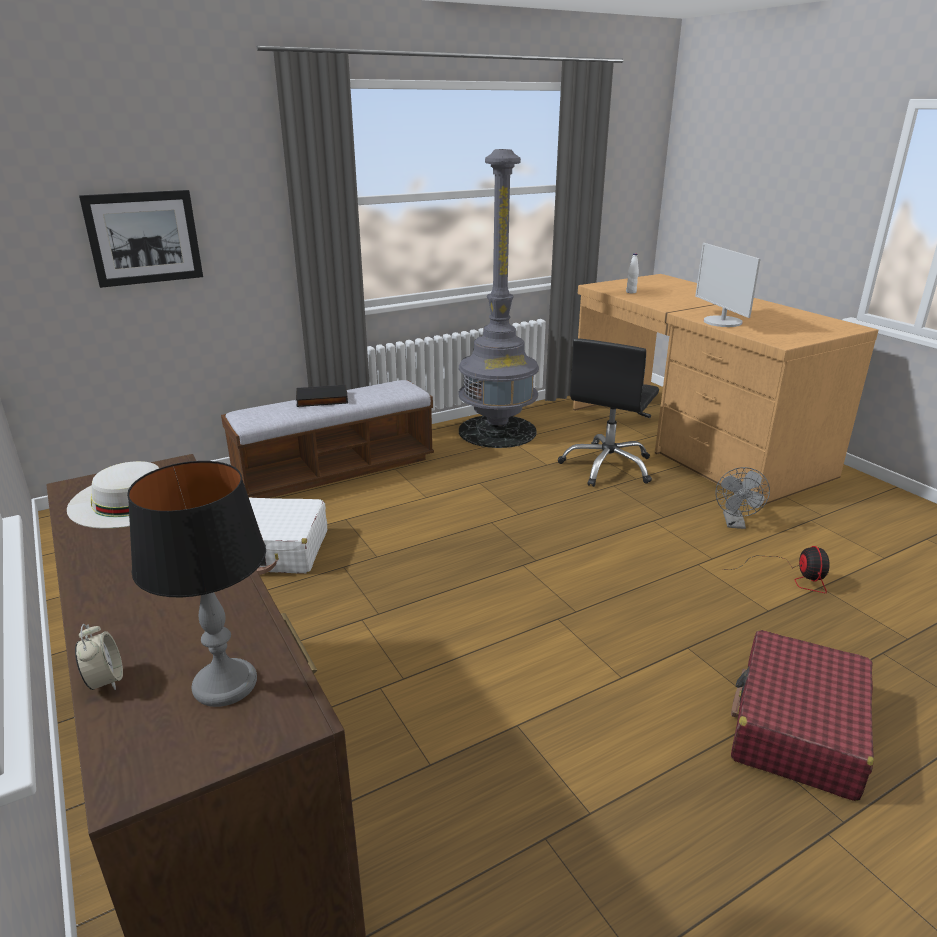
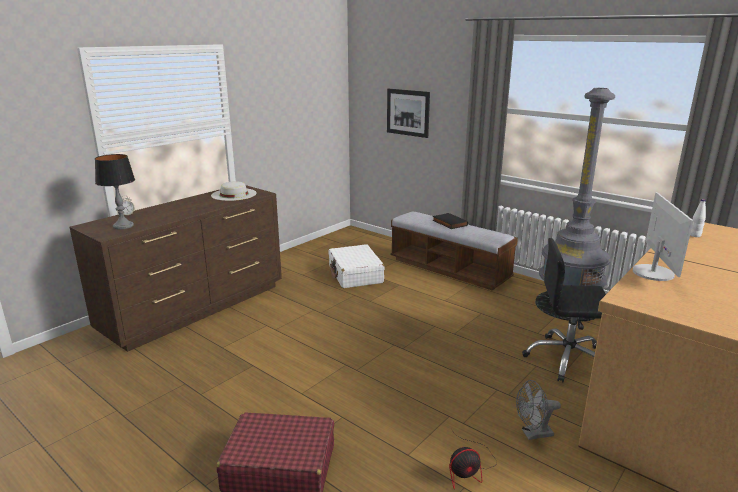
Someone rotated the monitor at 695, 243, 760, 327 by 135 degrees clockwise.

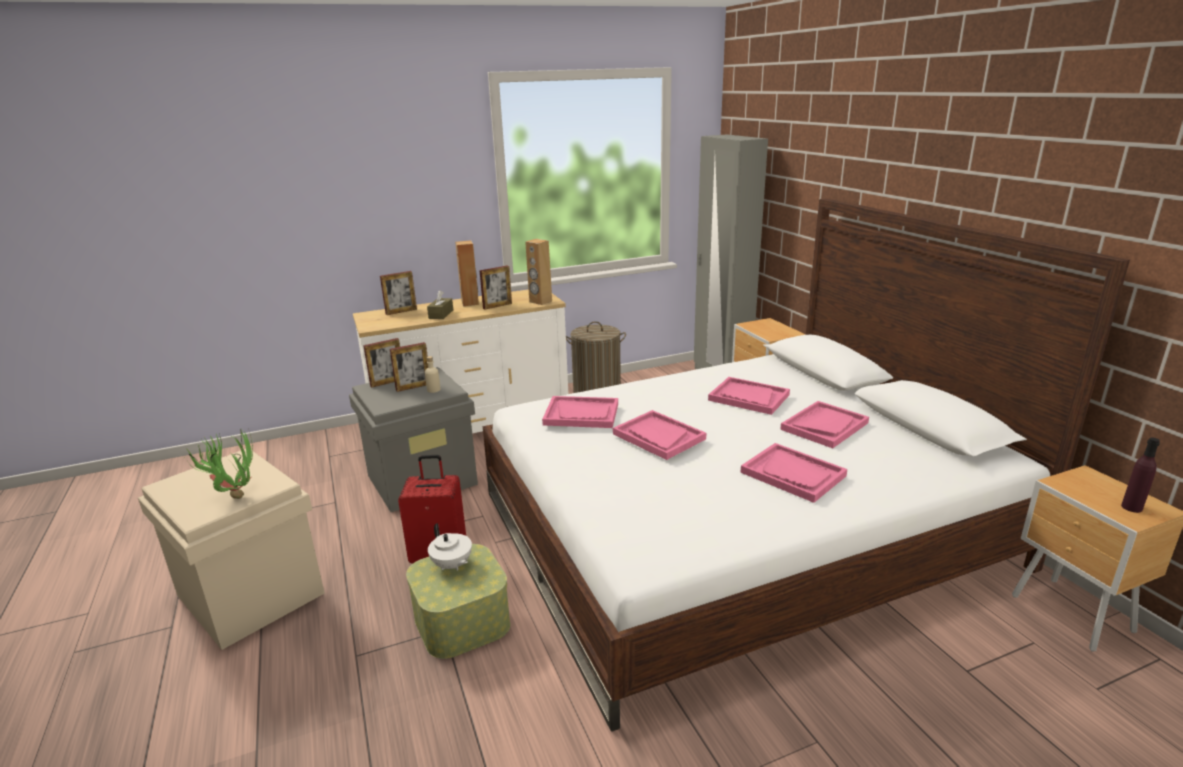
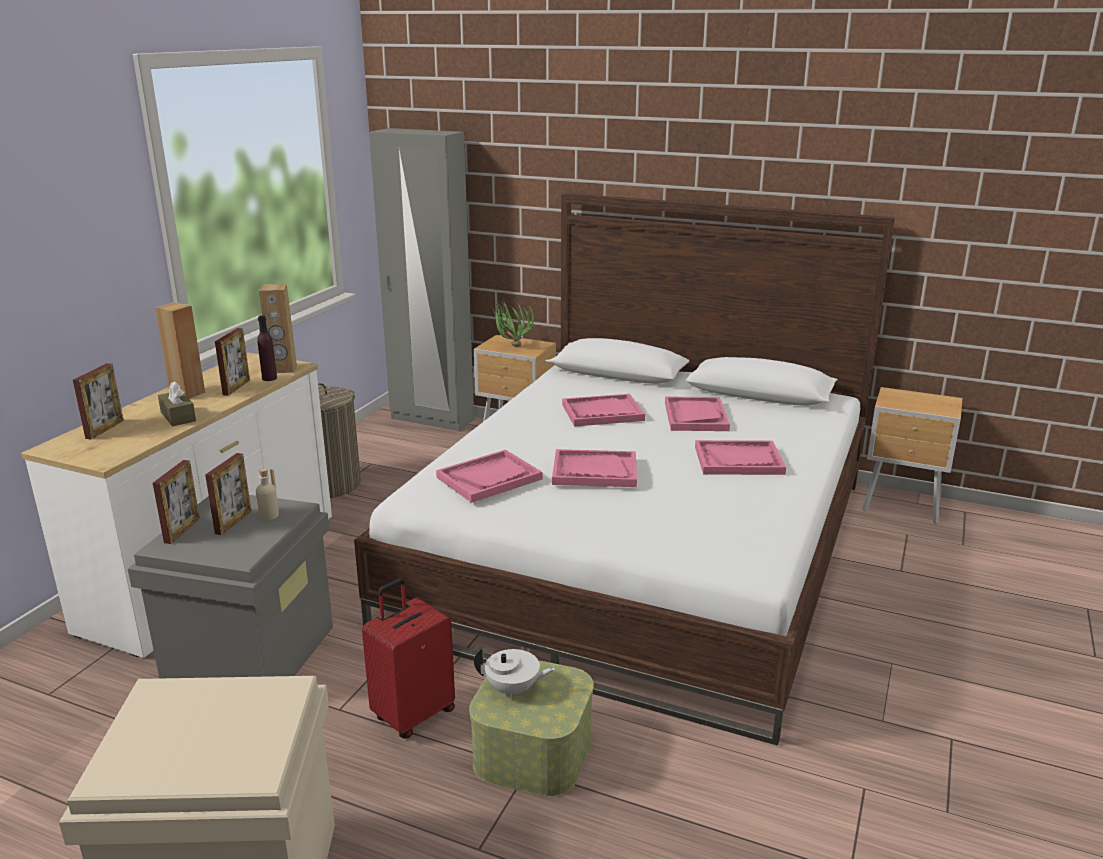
Someone carried the potted_plant from 183, 429, 253, 499 to 491, 299, 534, 347. Someone carried the purple_bottle from 1121, 437, 1160, 513 to 258, 315, 277, 381.

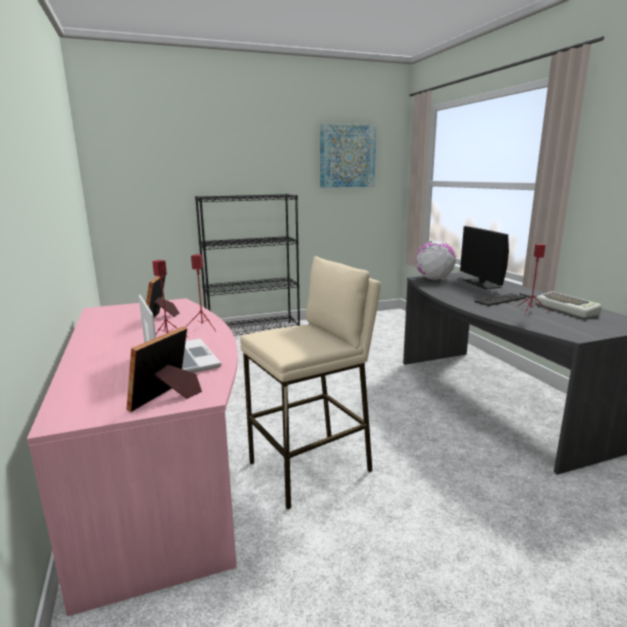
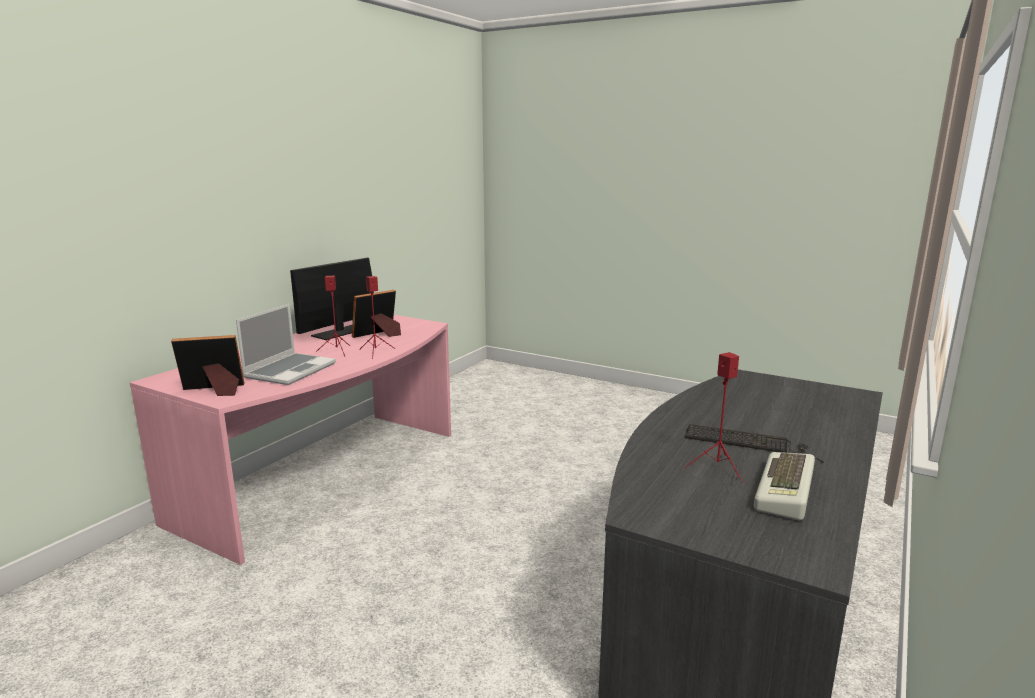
Someone took away the black_bookcase at 195, 194, 300, 336. Someone took away the beige_stool at 240, 256, 381, 510. Someone took away the picture at 320, 124, 376, 188. Someone took away the globe at 416, 241, 456, 280. Someone carried the monitor from 460, 226, 509, 289 to 290, 258, 374, 340.

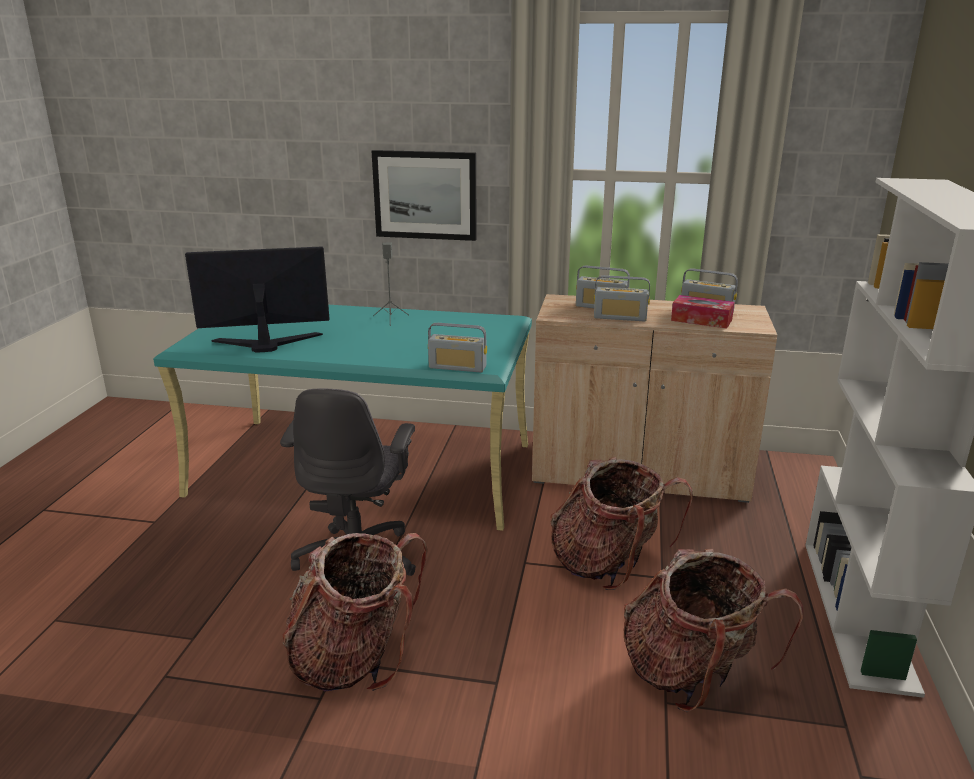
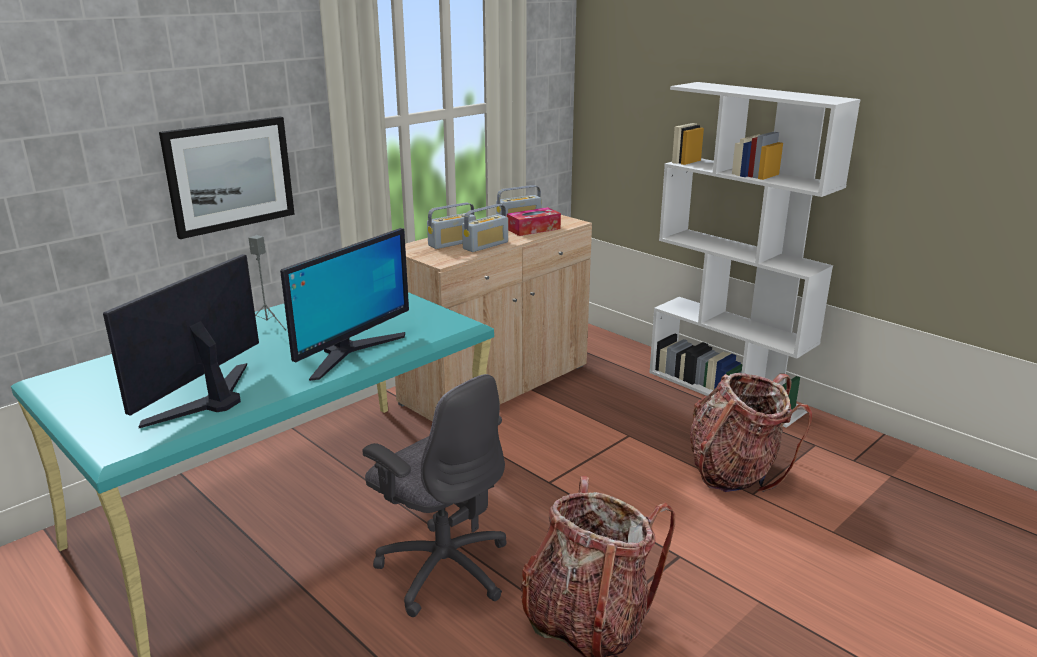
Someone took away the radio at 428, 323, 487, 373. Someone took away the backpack at 551, 457, 693, 590. Someone put down the monitor at 280, 228, 409, 381.

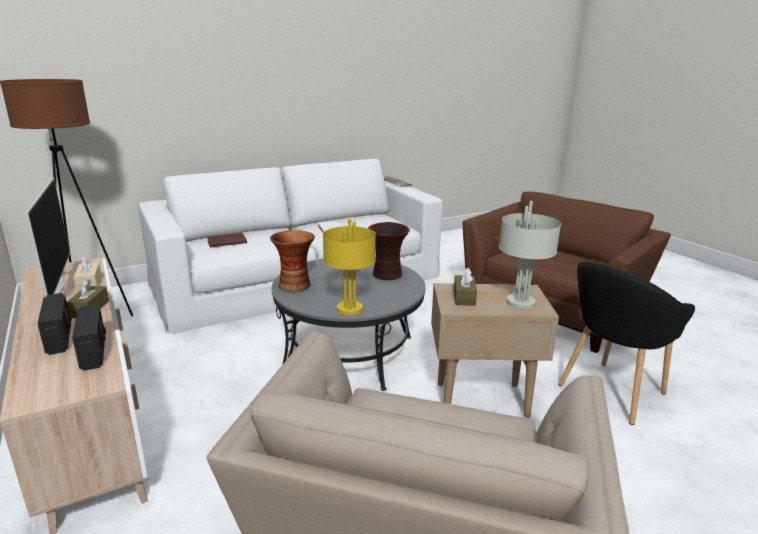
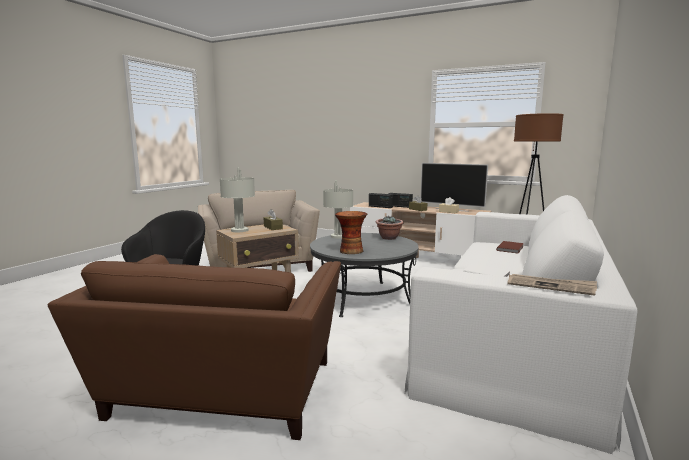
Someone swapped the vase at 270, 230, 315, 292 for the potted_plant at 376, 216, 404, 240. Someone repainted the yellow_table_lamp at 323, 218, 376, 315, which became the grey_table_lamp at 323, 180, 353, 239.

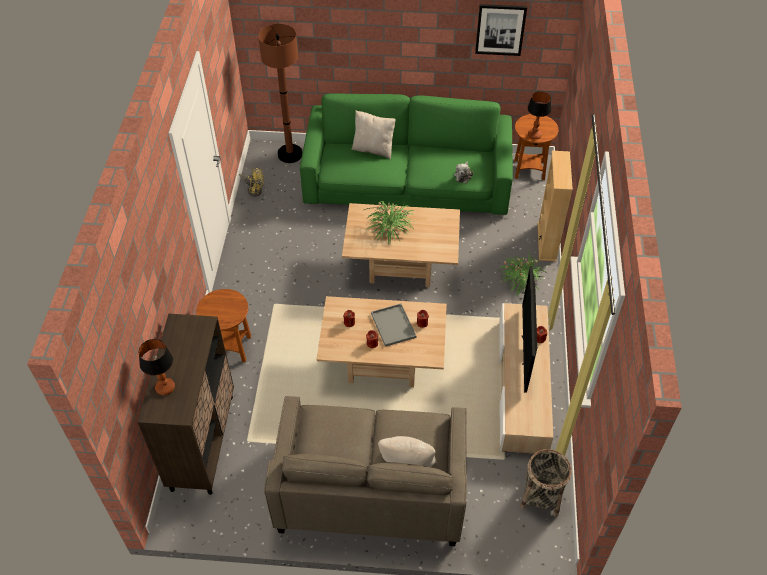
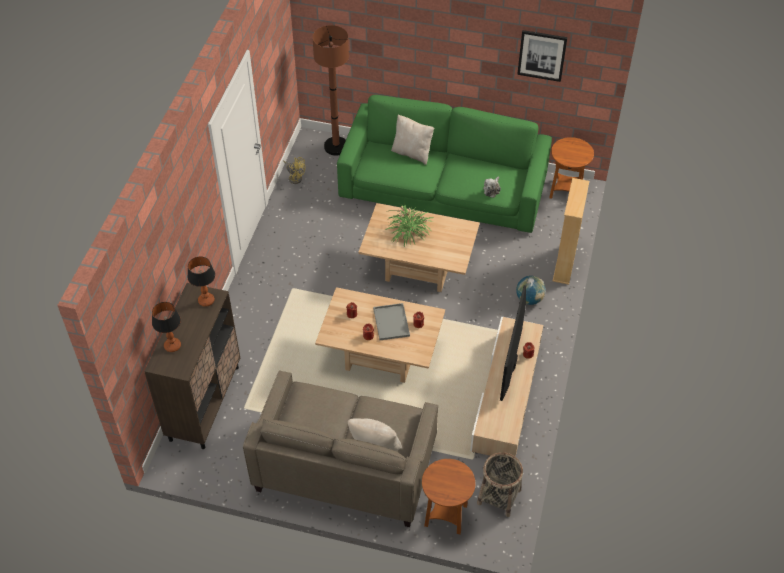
Someone carried the brown_side_table from 197, 289, 251, 362 to 422, 459, 476, 535. Someone carried the table_lamp from 527, 91, 551, 139 to 187, 256, 215, 307. Someone swapped the potted_plant at 496, 253, 547, 296 for the globe at 516, 276, 546, 305.

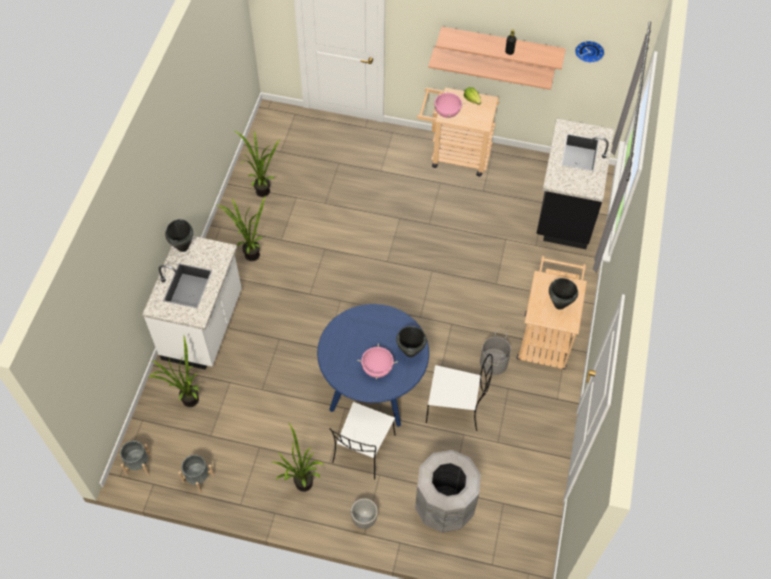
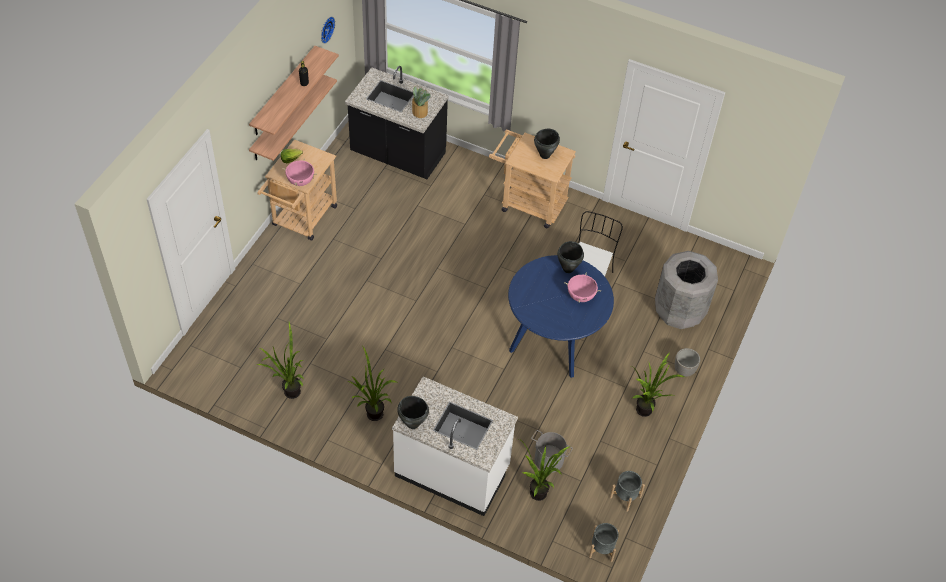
Someone took away the white_chair at 330, 402, 395, 480. Someone put down the potted_plant at 412, 86, 431, 118. Someone carried the grey_bucket from 480, 330, 511, 375 to 531, 430, 573, 473.

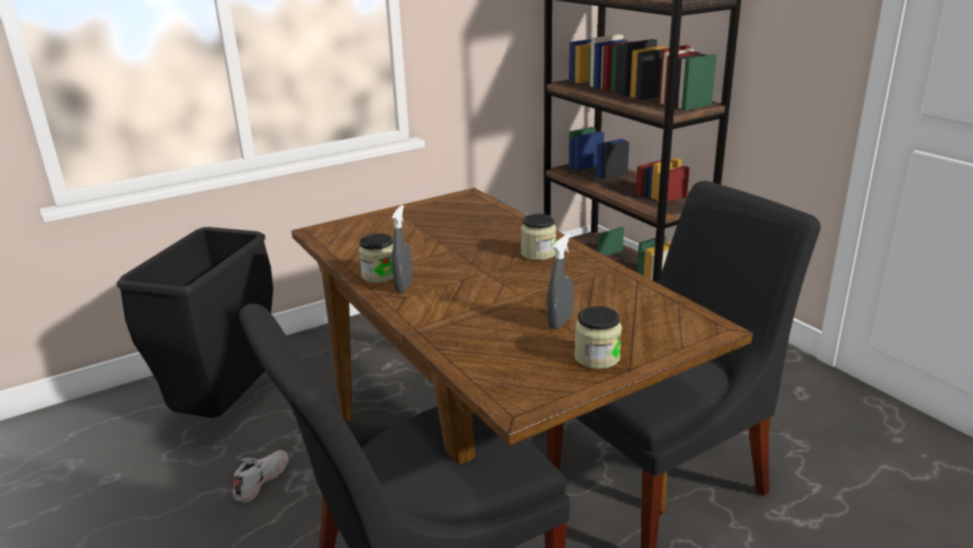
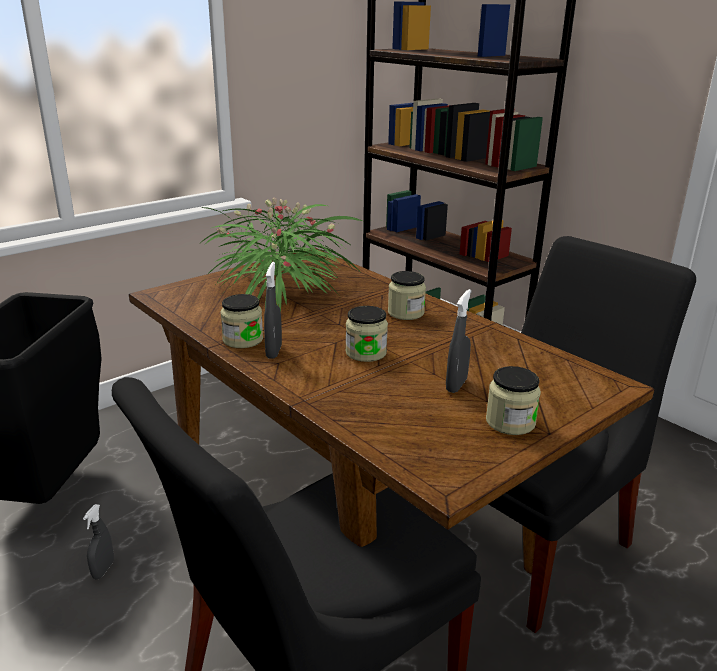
Someone put down the potted_plant at 198, 197, 362, 311. Someone put down the jar at 345, 306, 388, 362. Someone swapped the white_shoe at 232, 450, 288, 502 for the grey_spray_bottle at 83, 504, 114, 579.

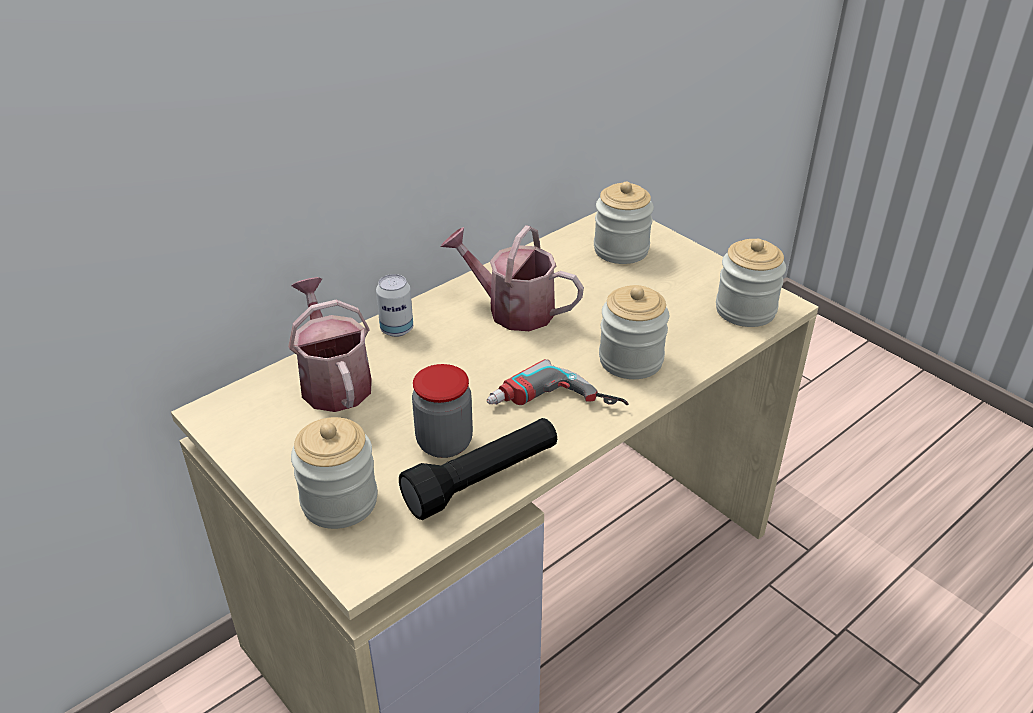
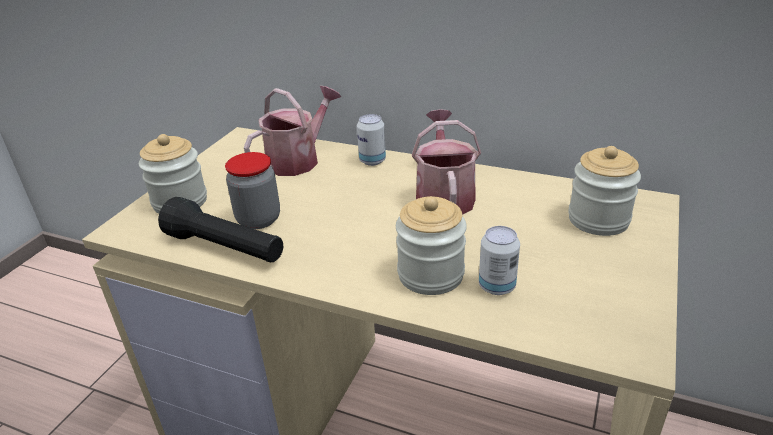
Someone took away the power_drill at 487, 359, 629, 405. Someone took away the jar at 716, 239, 786, 327. Someone put down the can at 479, 226, 520, 295.

